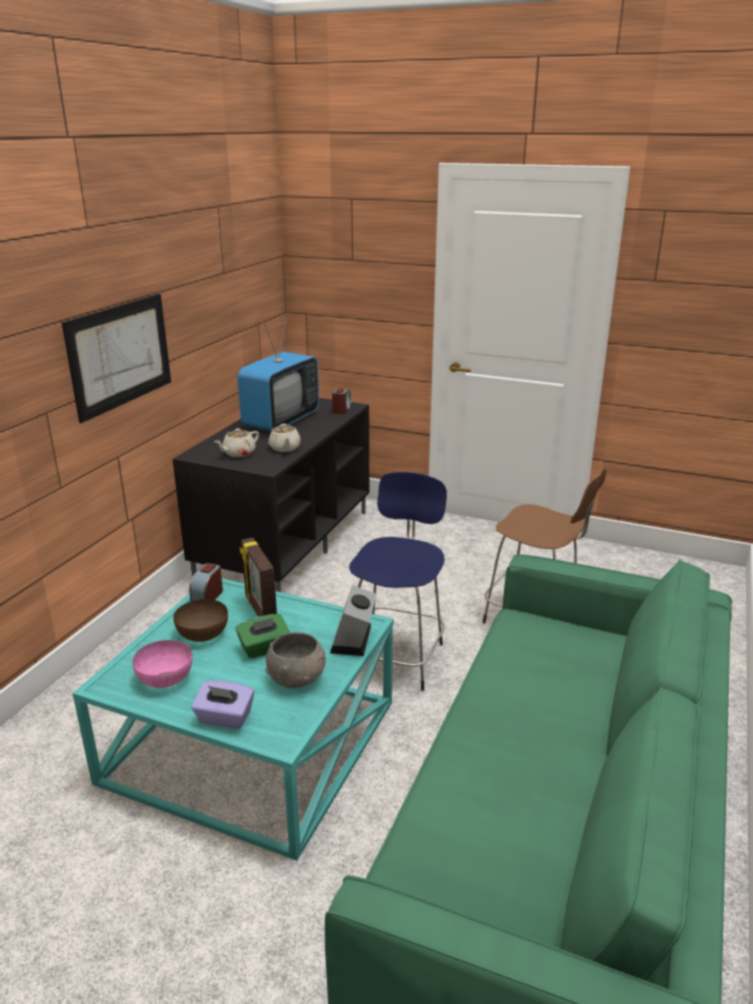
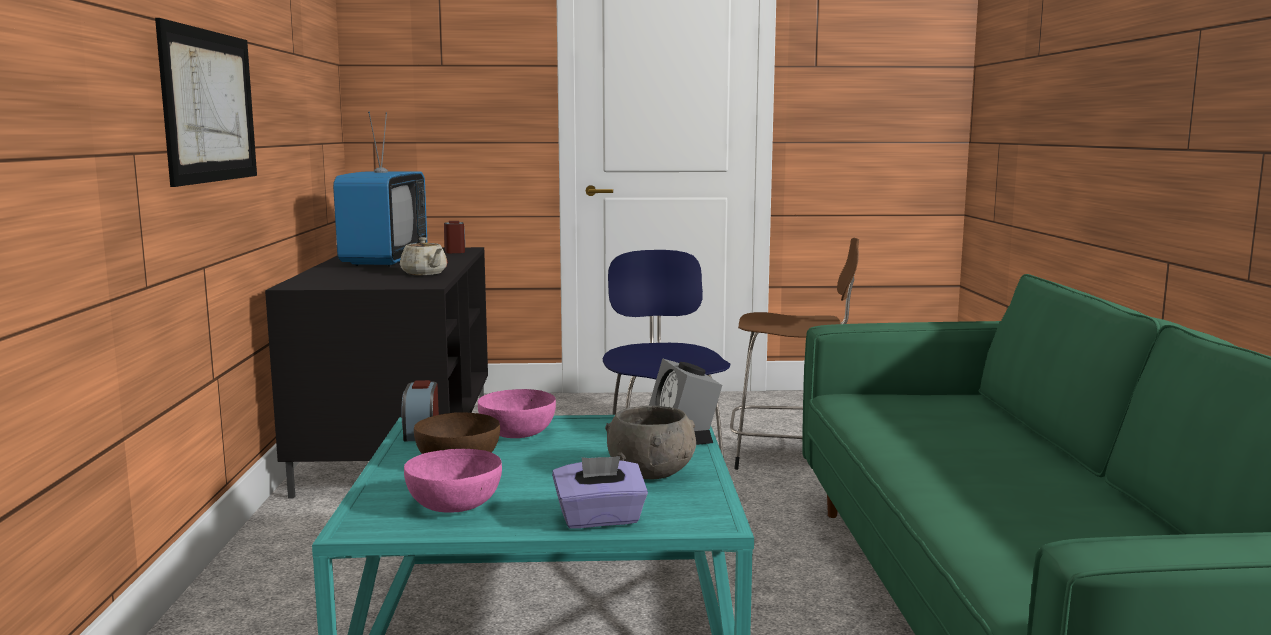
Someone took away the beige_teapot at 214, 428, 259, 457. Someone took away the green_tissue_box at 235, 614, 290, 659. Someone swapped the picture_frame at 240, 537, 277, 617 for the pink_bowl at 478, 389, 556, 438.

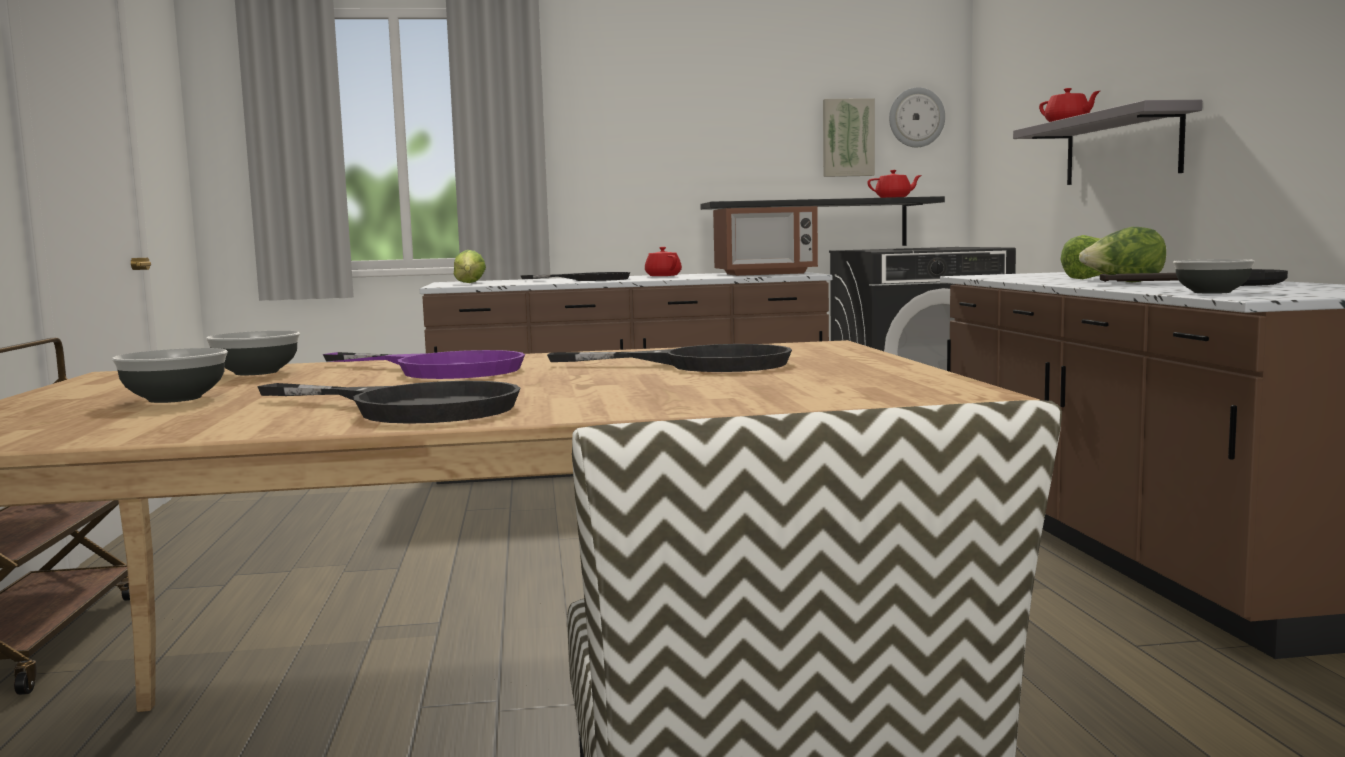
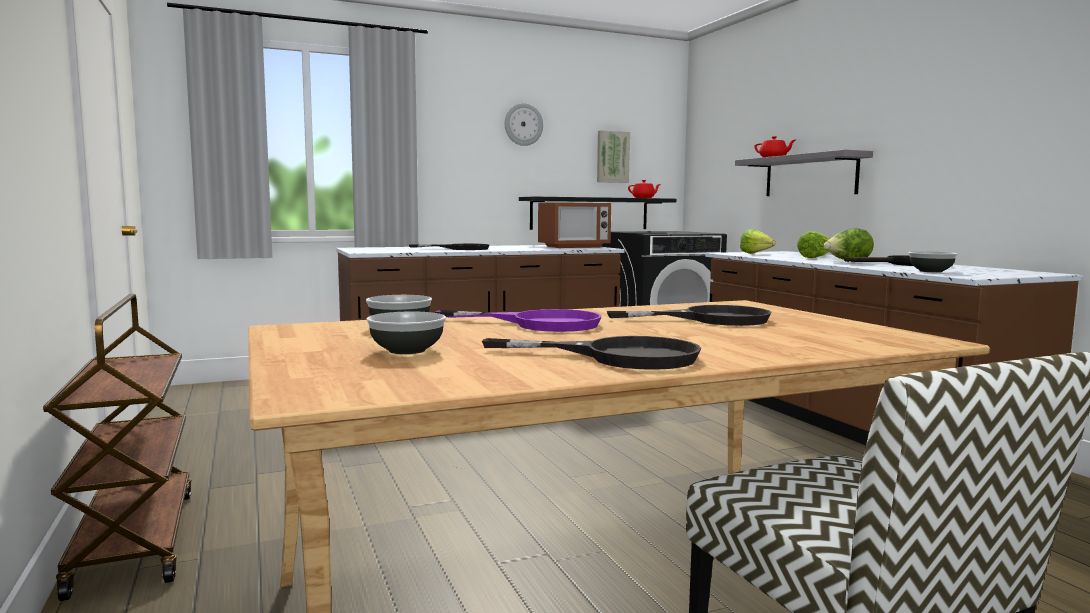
Someone took away the red_teapot at 645, 247, 682, 276. Someone carried the lettuce from 453, 250, 486, 283 to 740, 229, 776, 254. Someone carried the wall_clock from 889, 87, 945, 147 to 505, 103, 543, 146.

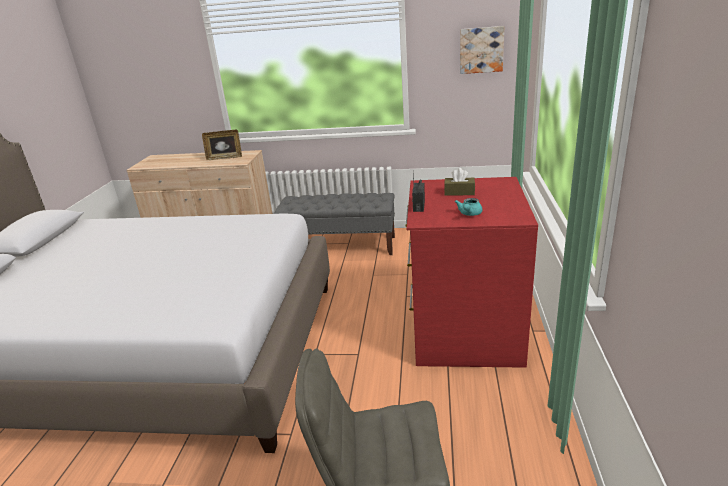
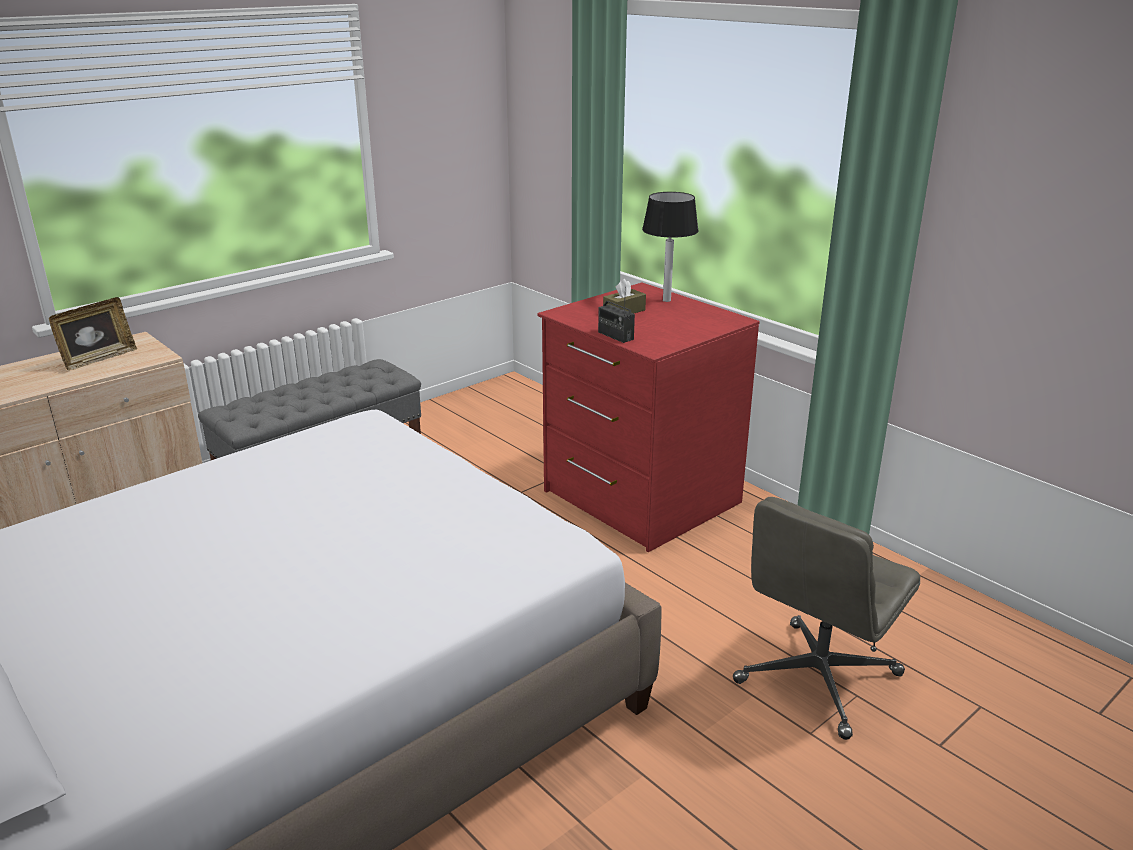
Someone took away the turquoise_teapot at 455, 198, 483, 216. Someone took away the picture at 460, 26, 504, 74. Someone put down the table_lamp at 642, 192, 699, 302.

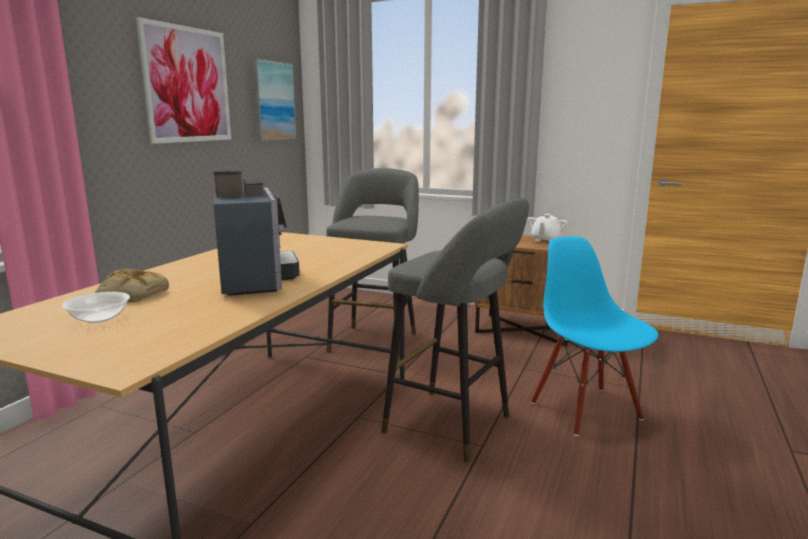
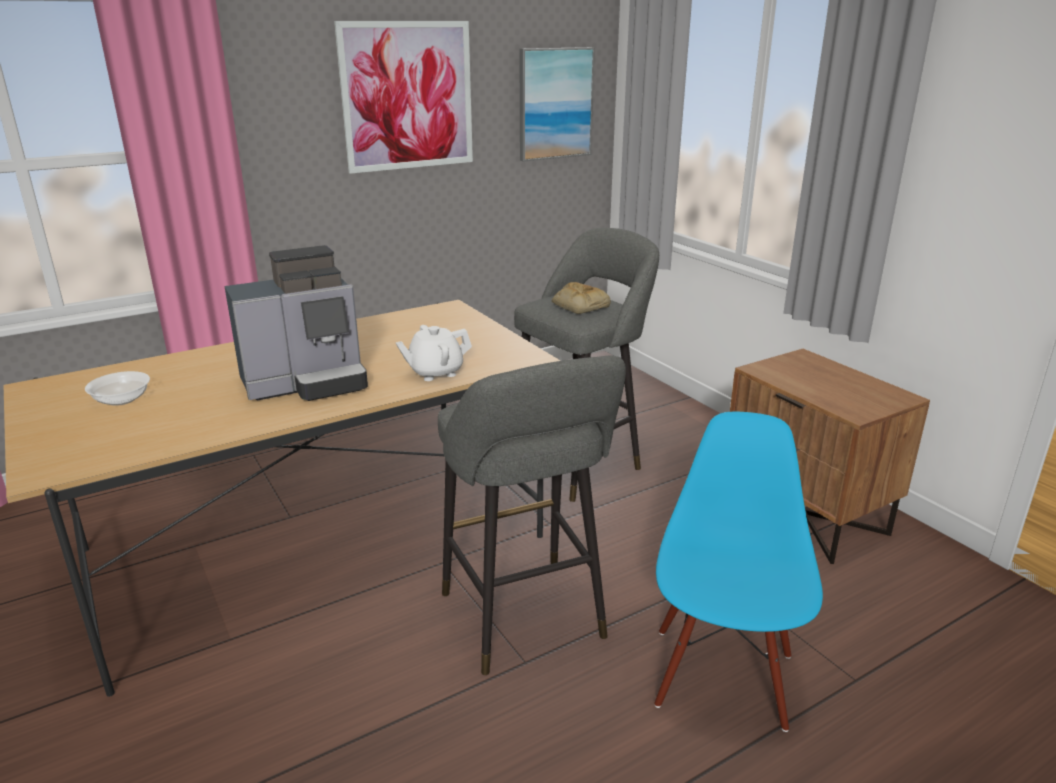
Someone carried the bread from 95, 269, 169, 302 to 552, 282, 611, 314. Someone carried the white_teapot from 527, 214, 567, 243 to 396, 325, 472, 381. Someone rotated the coffee_machine at 213, 167, 300, 296 by 45 degrees clockwise.

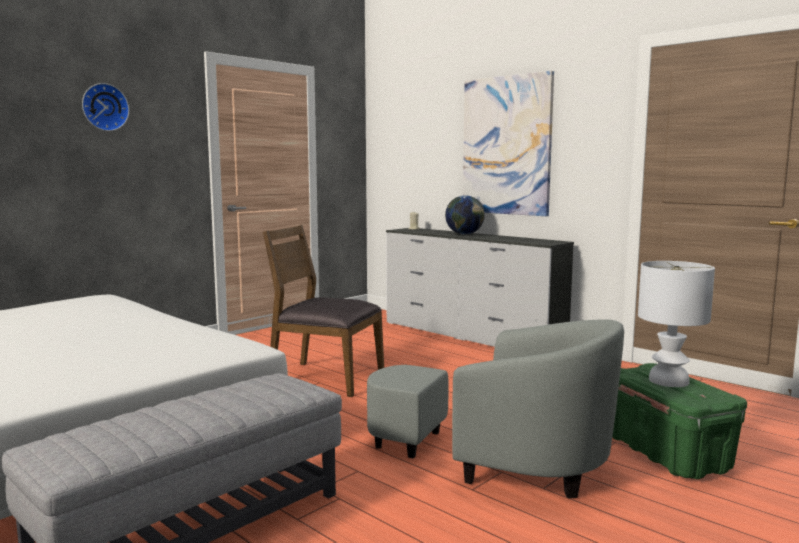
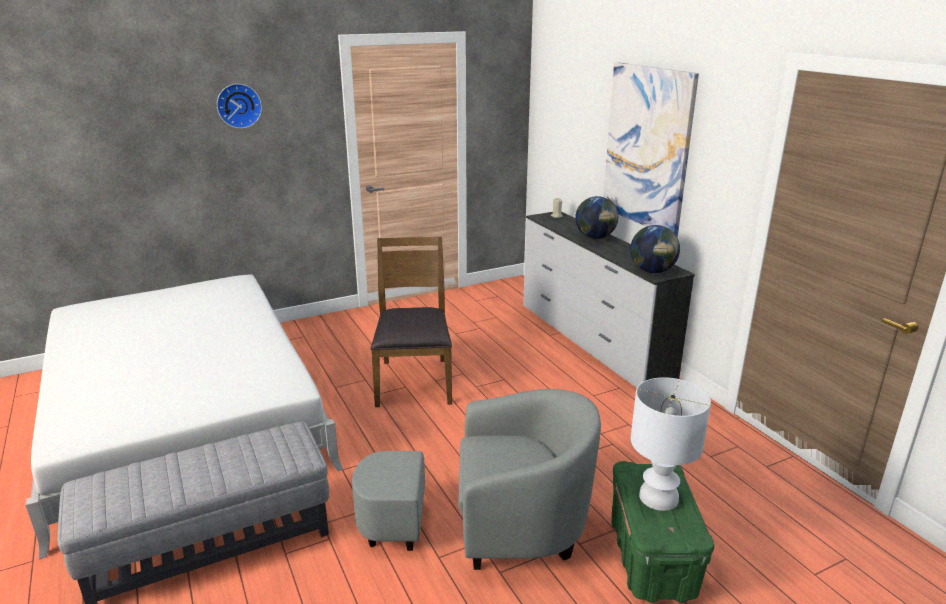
Someone put down the globe at 630, 225, 680, 273. Someone rotated the brown_chair at 263, 225, 384, 397 by 45 degrees clockwise. Someone rotated the grey_armchair at 367, 319, 624, 498 by 45 degrees counterclockwise.

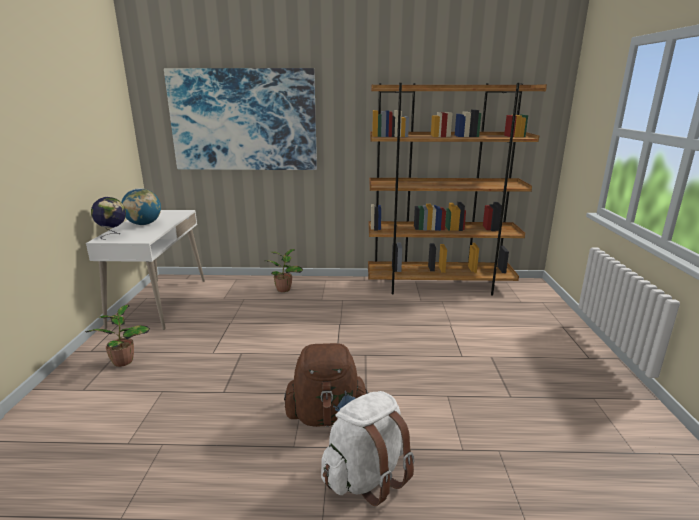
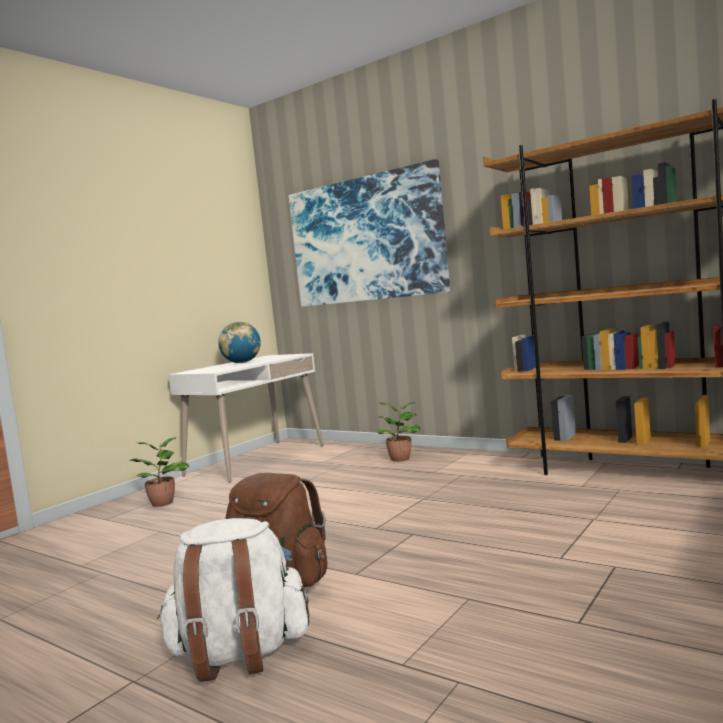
Someone took away the globe at 91, 197, 126, 240.

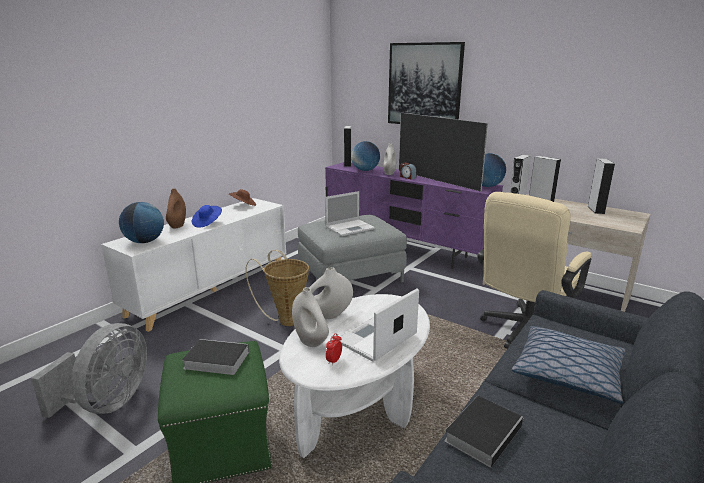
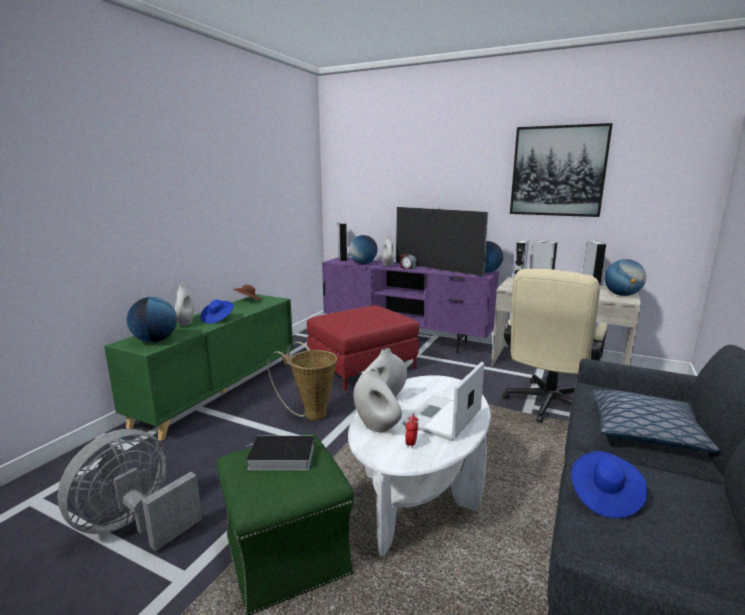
Someone took away the laptop at 325, 191, 375, 236. Someone put down the globe at 604, 259, 646, 296. Someone carried the picture from 388, 42, 465, 124 to 510, 123, 613, 217. Someone swapped the book at 445, 396, 524, 468 for the blue_hat at 571, 451, 648, 518. Someone repainted the white_cabinet at 101, 198, 286, 332, which became the green_cabinet at 104, 294, 293, 441. Someone repainted the brown_vase at 166, 188, 186, 228, which became the white_vase at 175, 283, 194, 326. Someone repainted the grey_ottoman at 298, 215, 407, 288, which became the red_ottoman at 307, 305, 419, 391. Someone rotated the grey_fan at 31, 323, 147, 418 by 150 degrees counterclockwise.

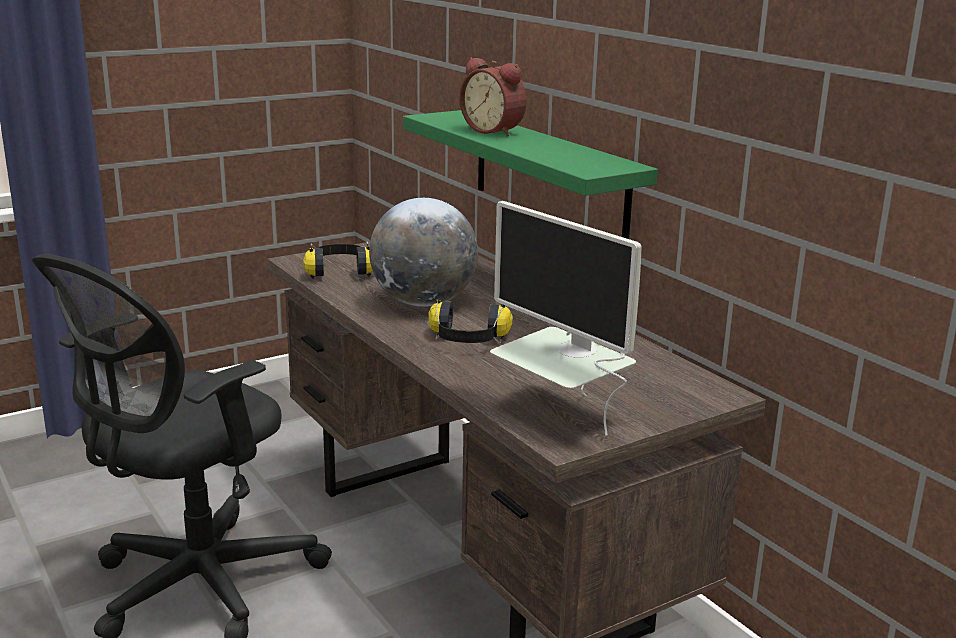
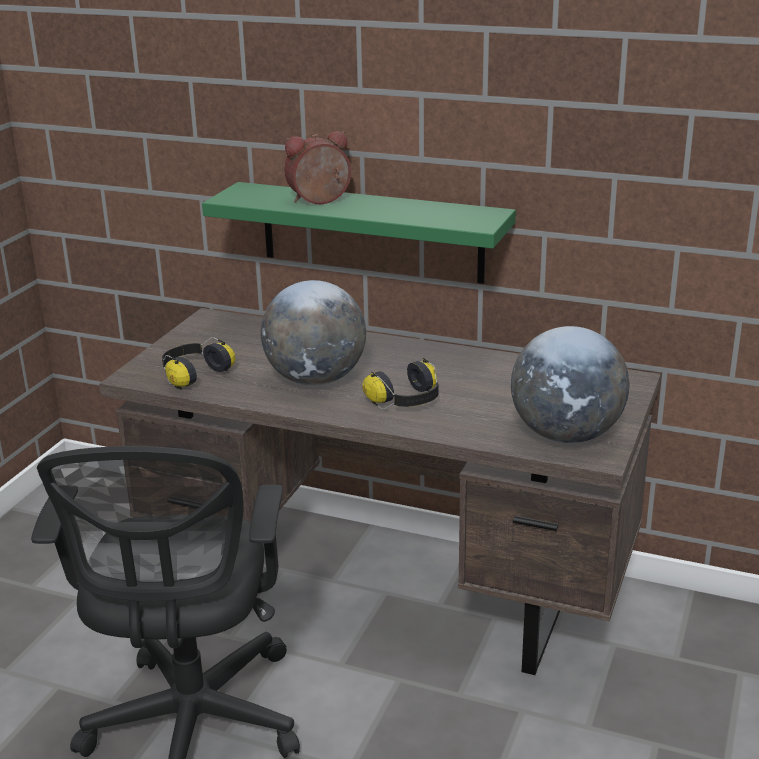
Someone swapped the monitor at 490, 201, 642, 436 for the globe at 511, 326, 630, 443. Someone rotated the alarm_clock at 460, 58, 526, 136 by 150 degrees clockwise.

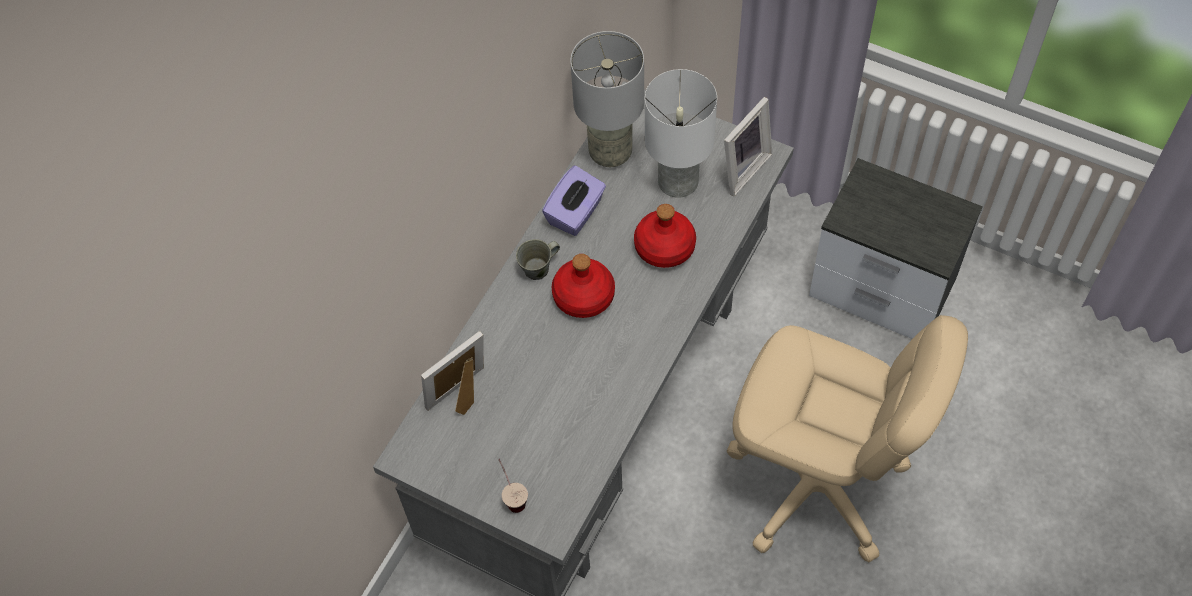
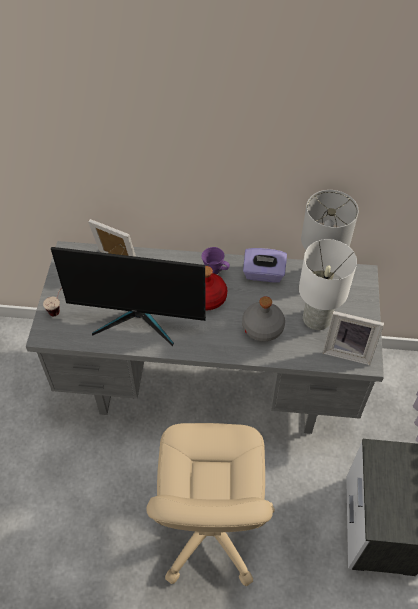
Someone put down the monitor at 51, 247, 206, 346. Someone repainted the grey_mug at 516, 239, 560, 280, which became the purple_mug at 201, 247, 230, 274. Someone repainted the red_bottle at 634, 204, 696, 268, which became the grey_bottle at 242, 296, 285, 341.

